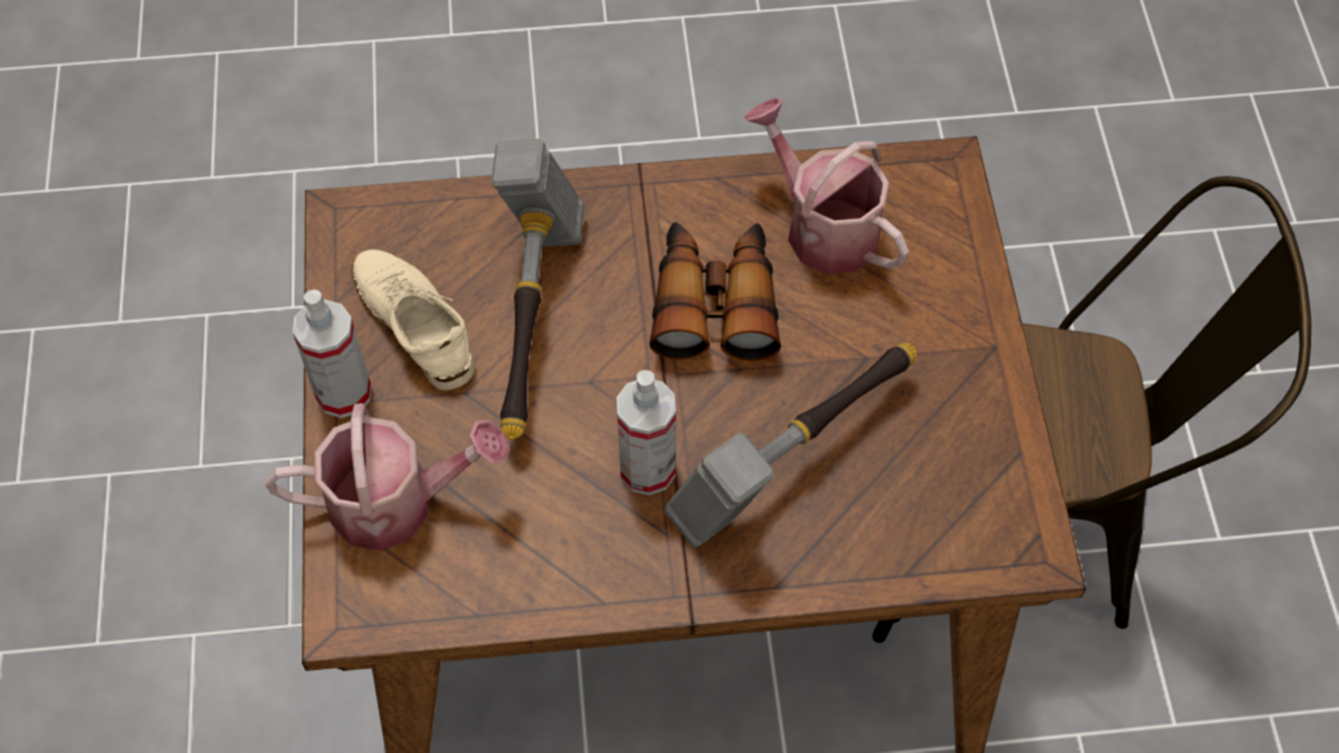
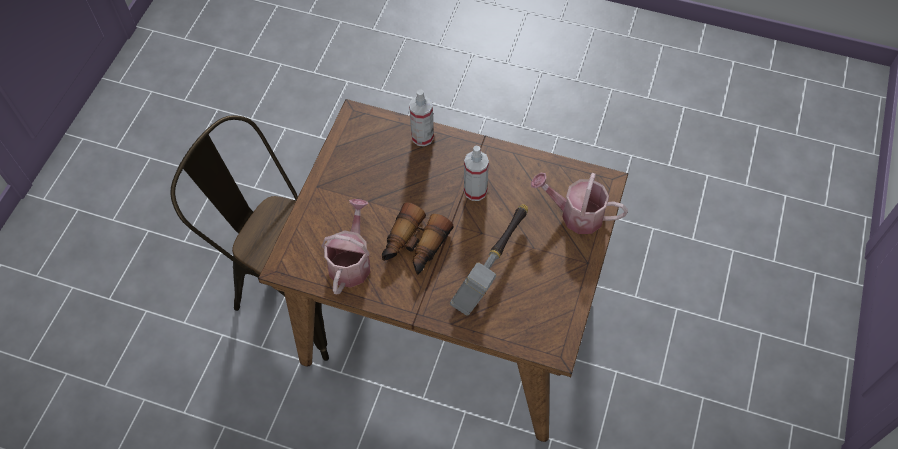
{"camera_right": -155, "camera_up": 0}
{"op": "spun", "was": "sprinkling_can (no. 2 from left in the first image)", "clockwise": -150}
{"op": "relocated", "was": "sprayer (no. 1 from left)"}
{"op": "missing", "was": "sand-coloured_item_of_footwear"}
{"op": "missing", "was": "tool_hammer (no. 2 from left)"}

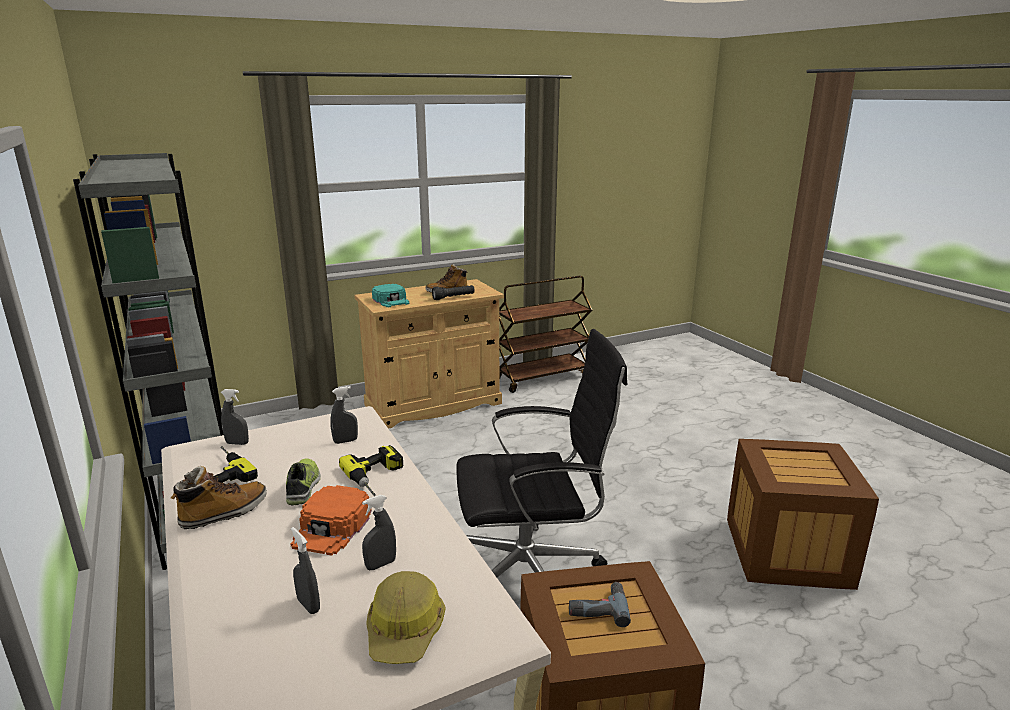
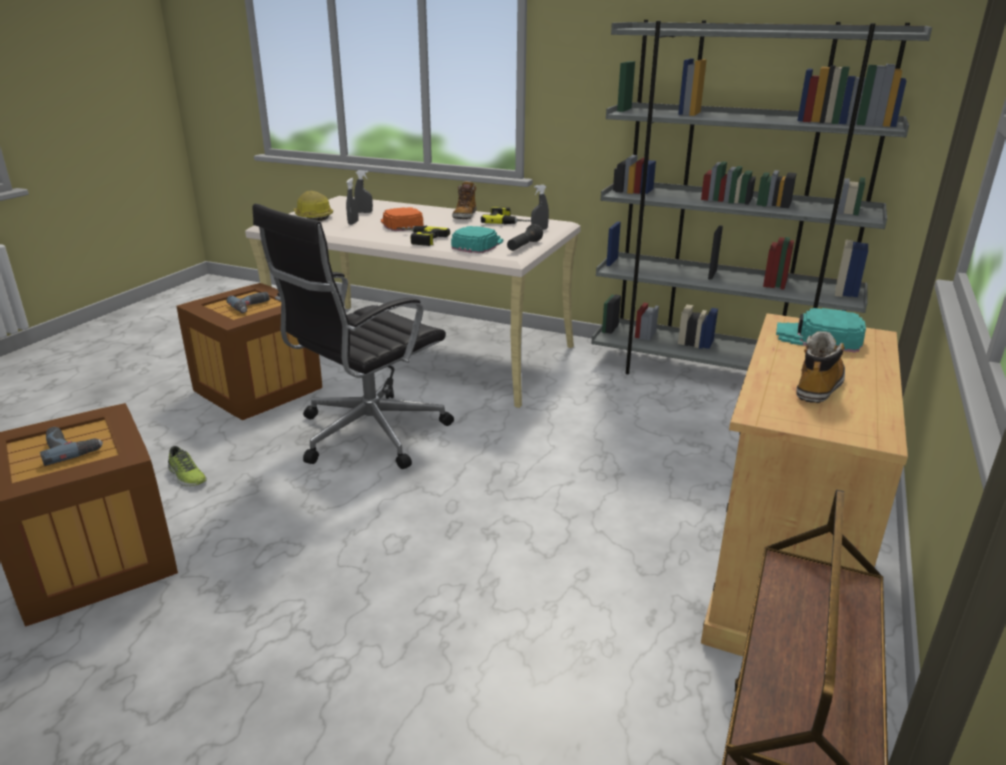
{"camera_right": 140, "camera_up": 5}
{"op": "appeared", "now": "electric_drill (no. 1 from left)"}
{"op": "relocated", "was": "item_of_footwear"}
{"op": "exchanged", "was": "gray_sprayer (no. 3 from left)", "now": "blue-green_peaked_cap (no. 1 from left)"}
{"op": "relocated", "was": "black-coloured_torch"}

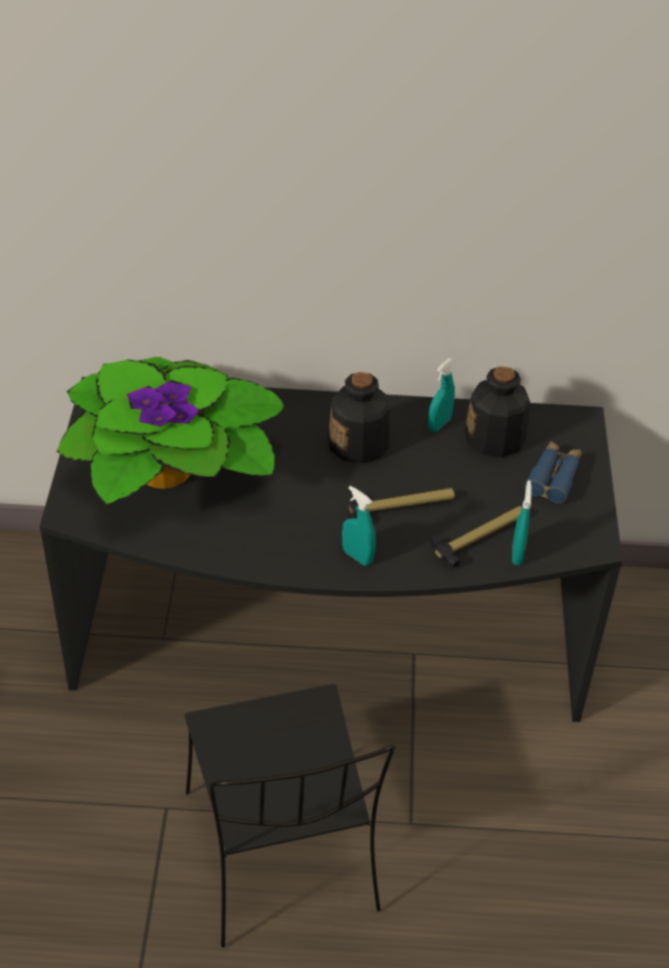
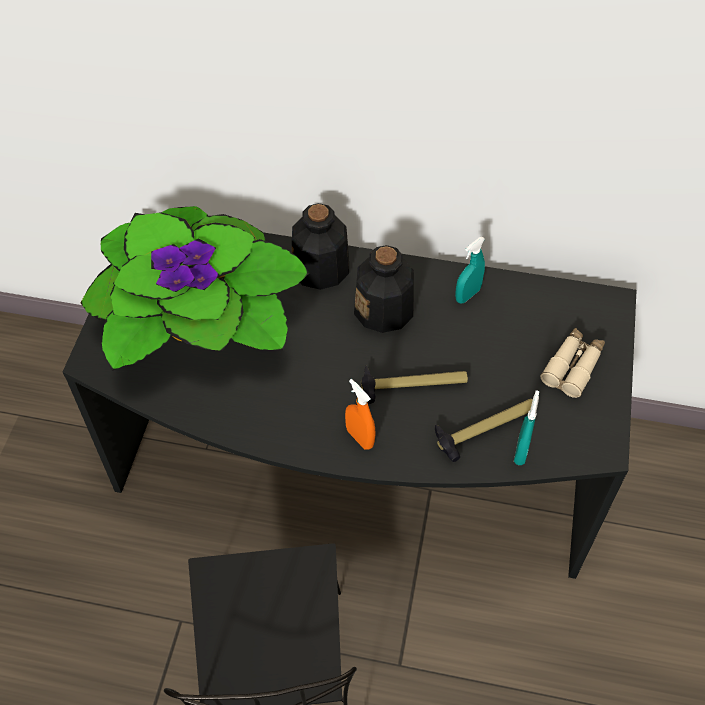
{"camera_right": 10, "camera_up": 10}
{"op": "relocated", "was": "drink_bottle (no. 2 from left in the first image)", "now": "drink_bottle (no. 1 from left)"}
{"op": "colour", "was": "blue-green_sprayer (no. 1 from left)", "now": "orange_sprayer"}
{"op": "colour", "was": "bluish_binoculars", "now": "sand-coloured_binoculars"}

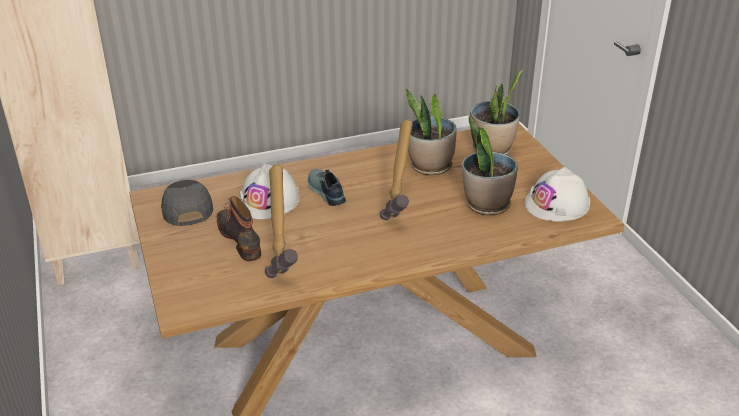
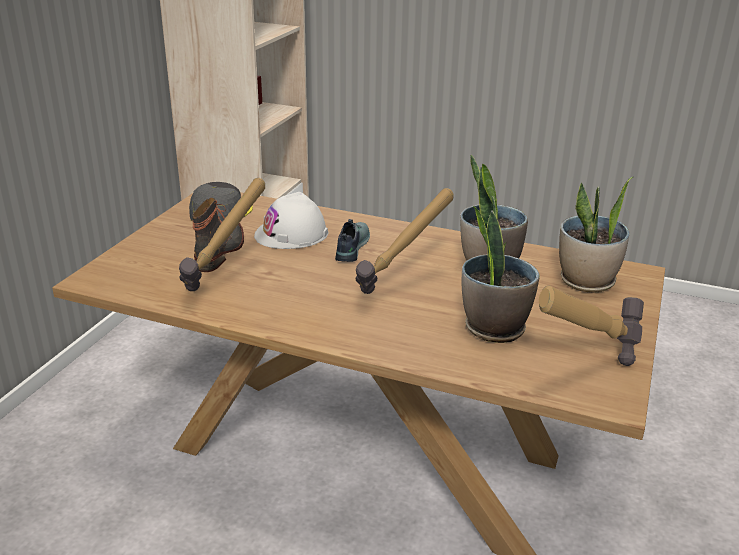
{"camera_right": 40, "camera_up": -5}
{"op": "exchanged", "was": "white-coloured_safety_helmet (no. 2 from left)", "now": "tool_hammer (no. 3 from left)"}

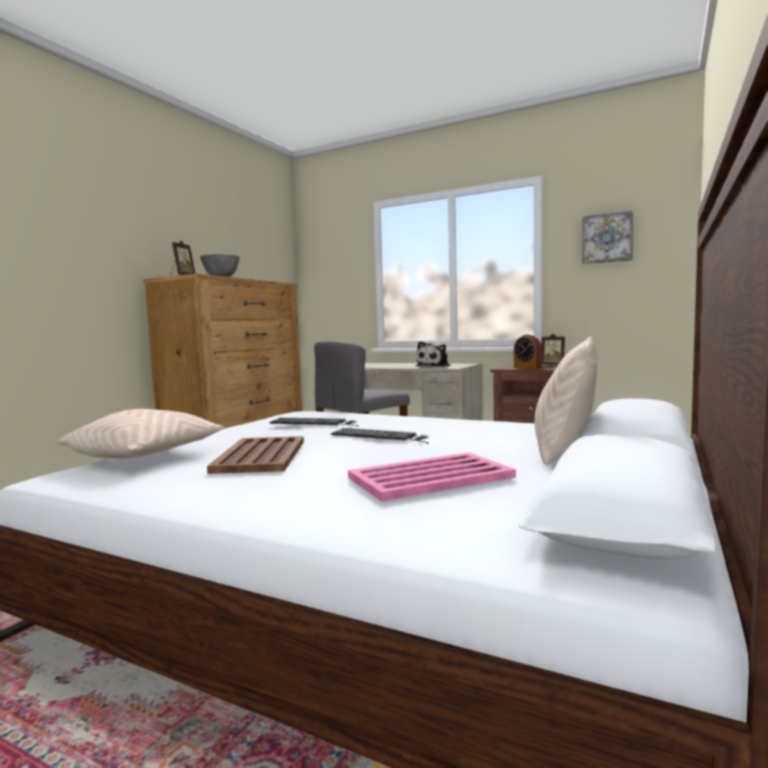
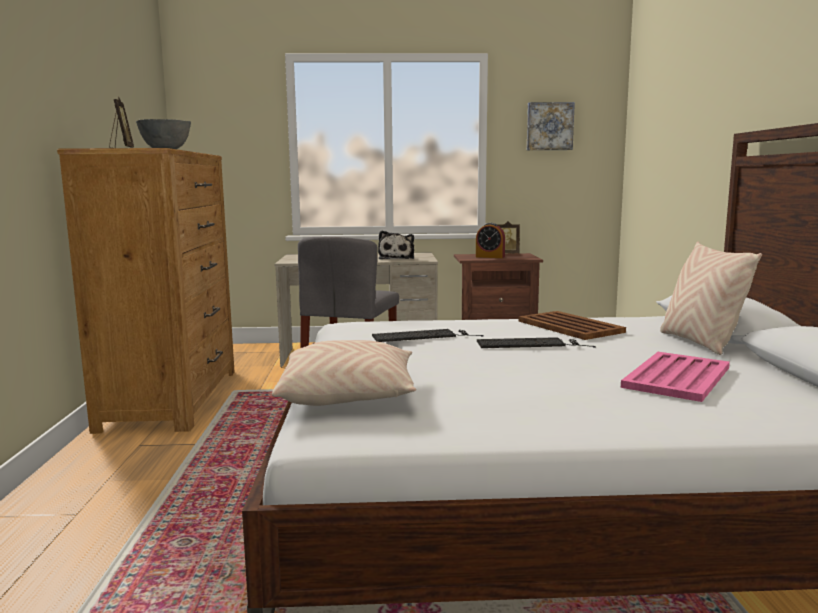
{"camera_right": -30, "camera_up": 5}
{"op": "relocated", "was": "brown-coloured_carrying_tray"}

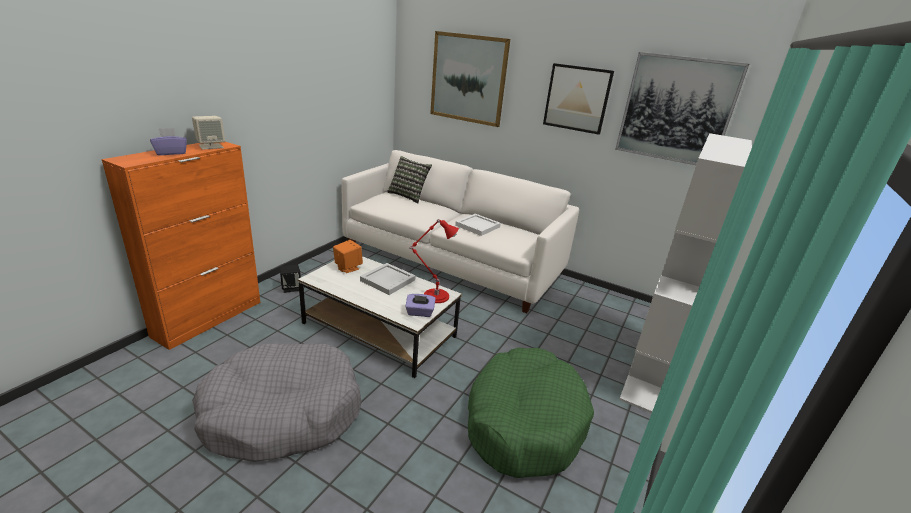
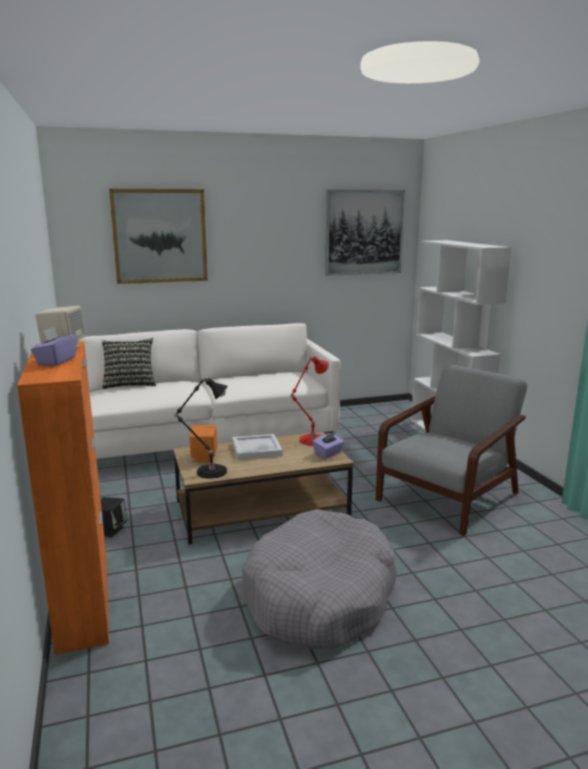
{"camera_right": -45, "camera_up": -10}
{"op": "appeared", "now": "black-coloured_tabletop_lamp"}
{"op": "colour", "was": "white-coloured_low_table", "now": "brown-coloured_low_table"}
{"op": "exchanged", "was": "green_dog_cushion", "now": "gray_armchair"}
{"op": "missing", "was": "white-coloured_carrying_tray (no. 2 from left)"}
{"op": "missing", "was": "wall_picture (no. 2 from left)"}

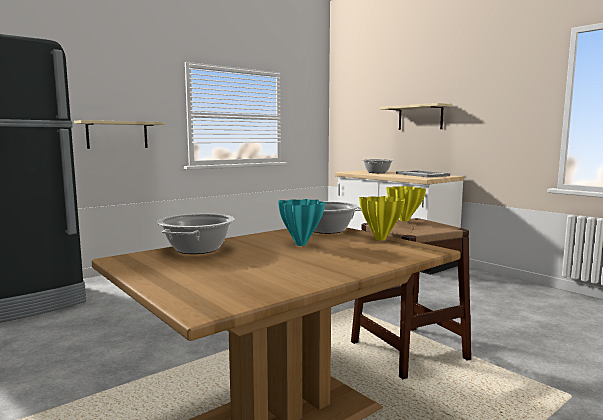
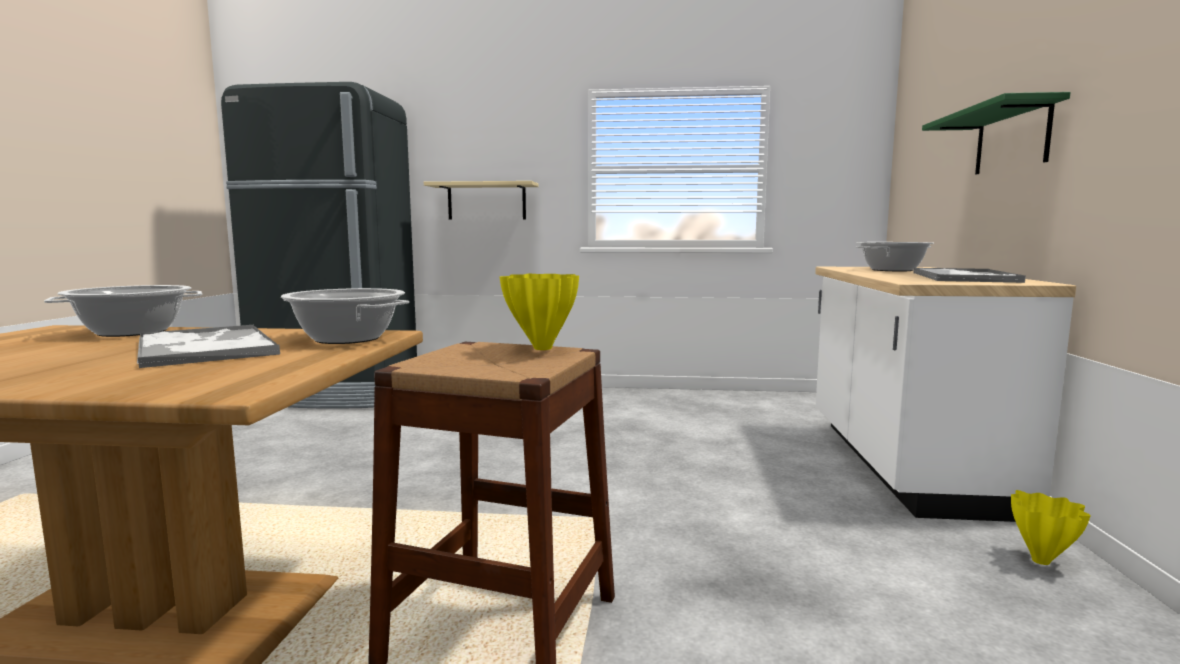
{"camera_right": 45, "camera_up": 0}
{"op": "exchanged", "was": "blue-green_decorative_vase", "now": "carrying_tray (no. 1 from left)"}
{"op": "colour", "was": "sand-coloured_shelf (no. 2 from left)", "now": "green_shelf"}
{"op": "relocated", "was": "yellow_decorative_vase (no. 1 from left in the first image)", "now": "yellow_decorative_vase (no. 2 from left)"}

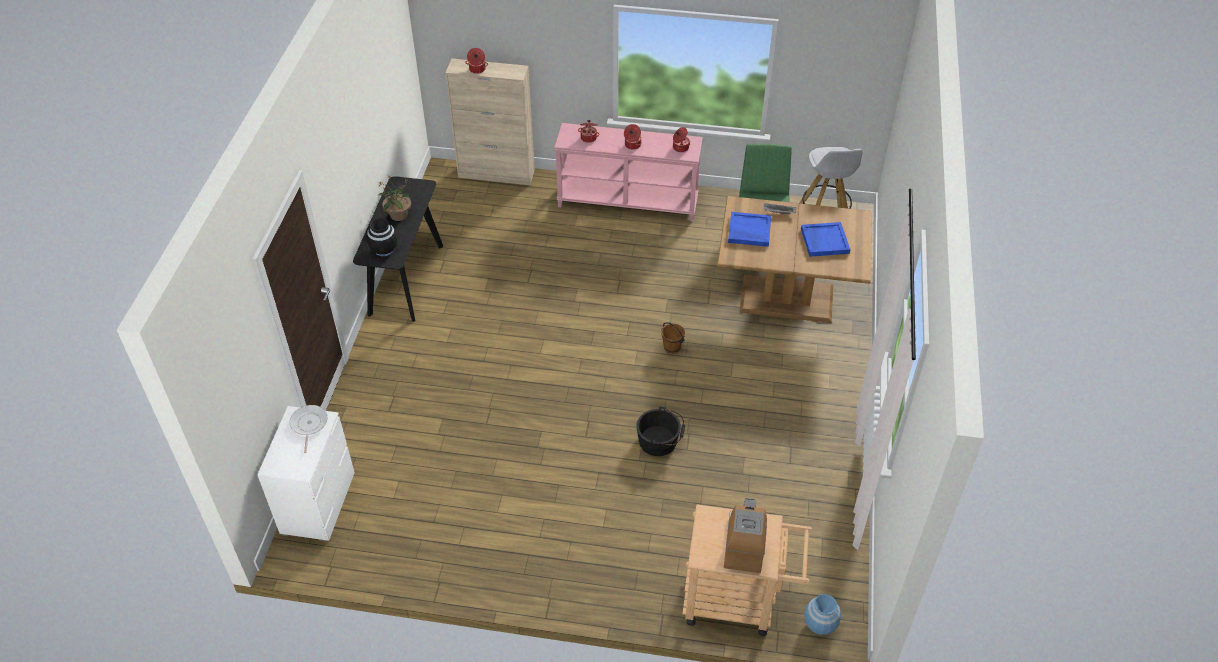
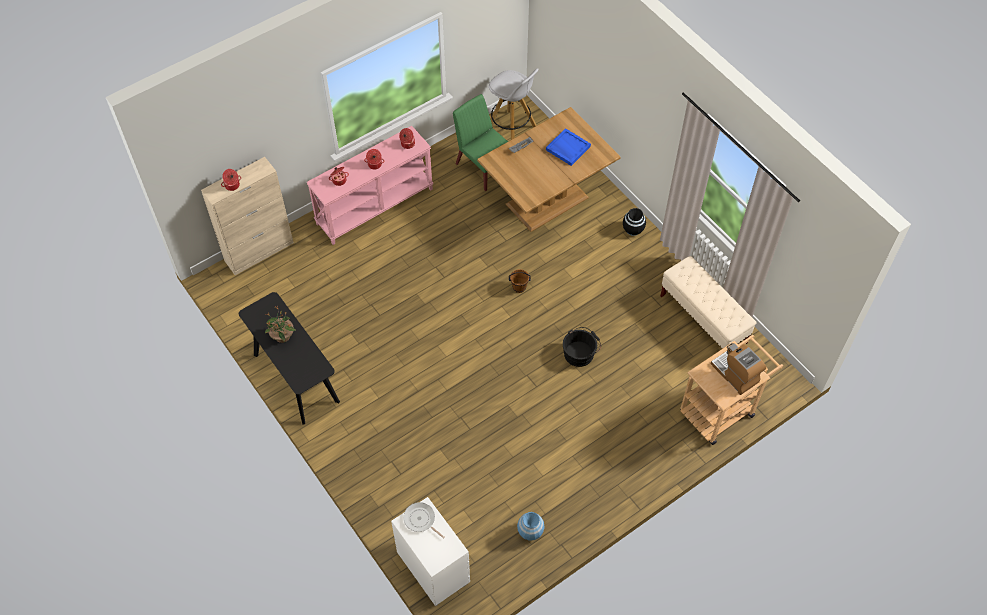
{"camera_right": -45, "camera_up": 10}
{"op": "relocated", "was": "bluish_decorative_vase"}
{"op": "relocated", "was": "black-coloured_decorative_vase"}
{"op": "appeared", "now": "sand-coloured_indoor_bench"}
{"op": "missing", "was": "bluish_carrying_tray (no. 1 from left)"}

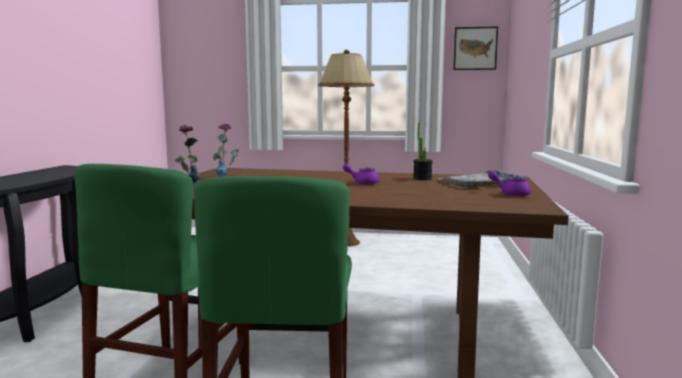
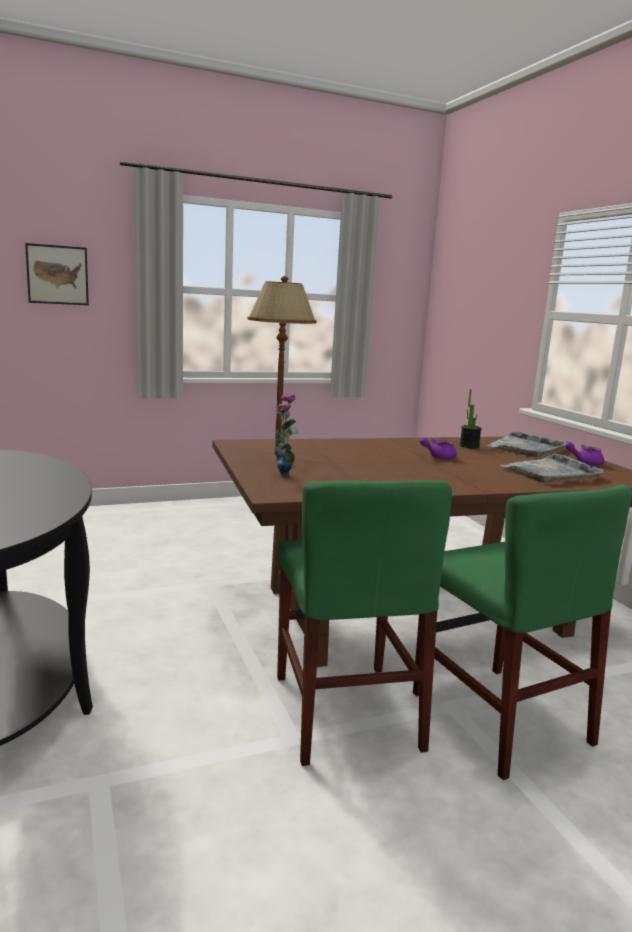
{"camera_right": -30, "camera_up": 5}
{"op": "relocated", "was": "wall_picture"}
{"op": "appeared", "now": "gray_carrying_tray (no. 2 from left)"}

